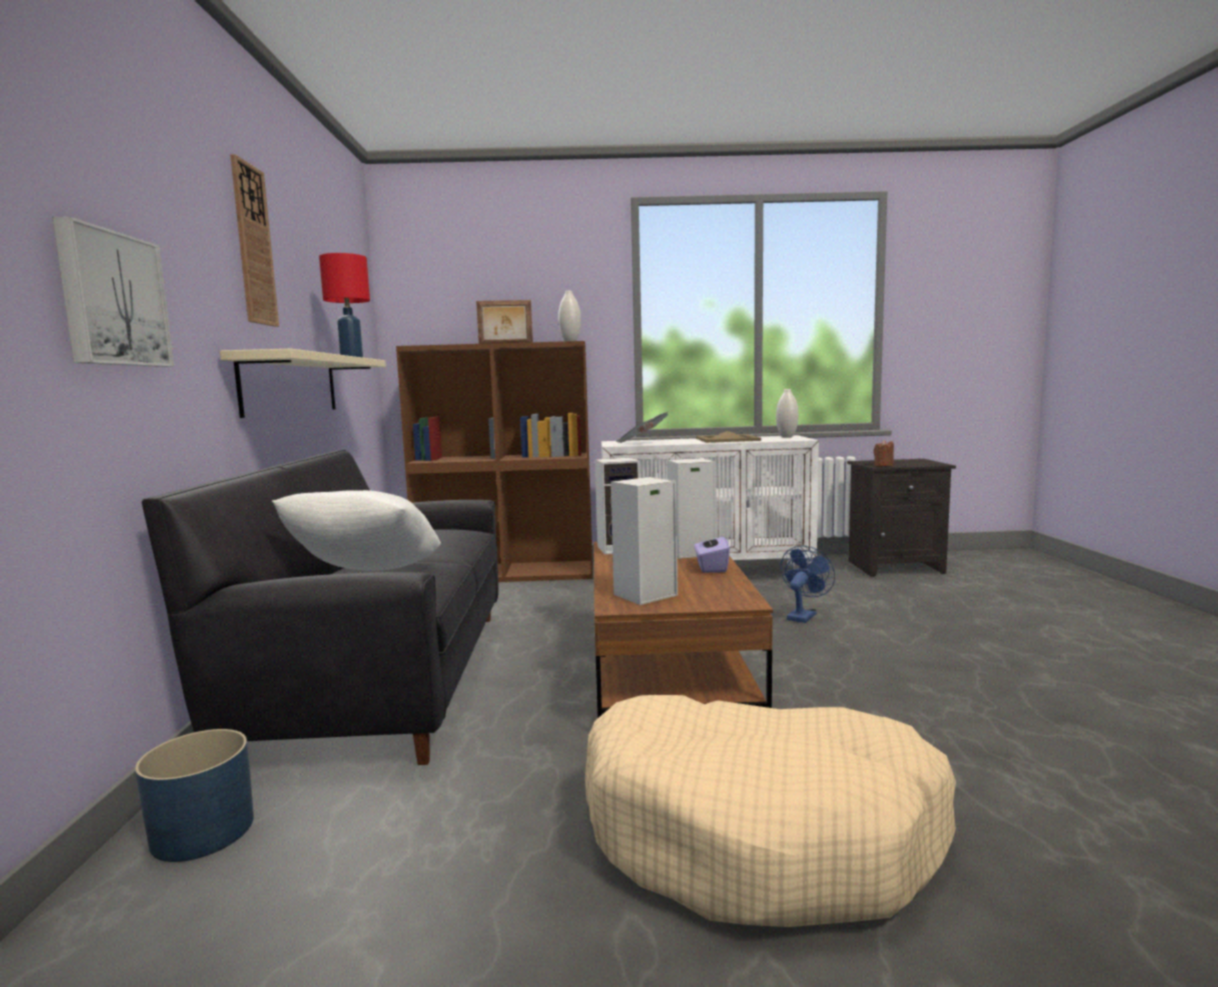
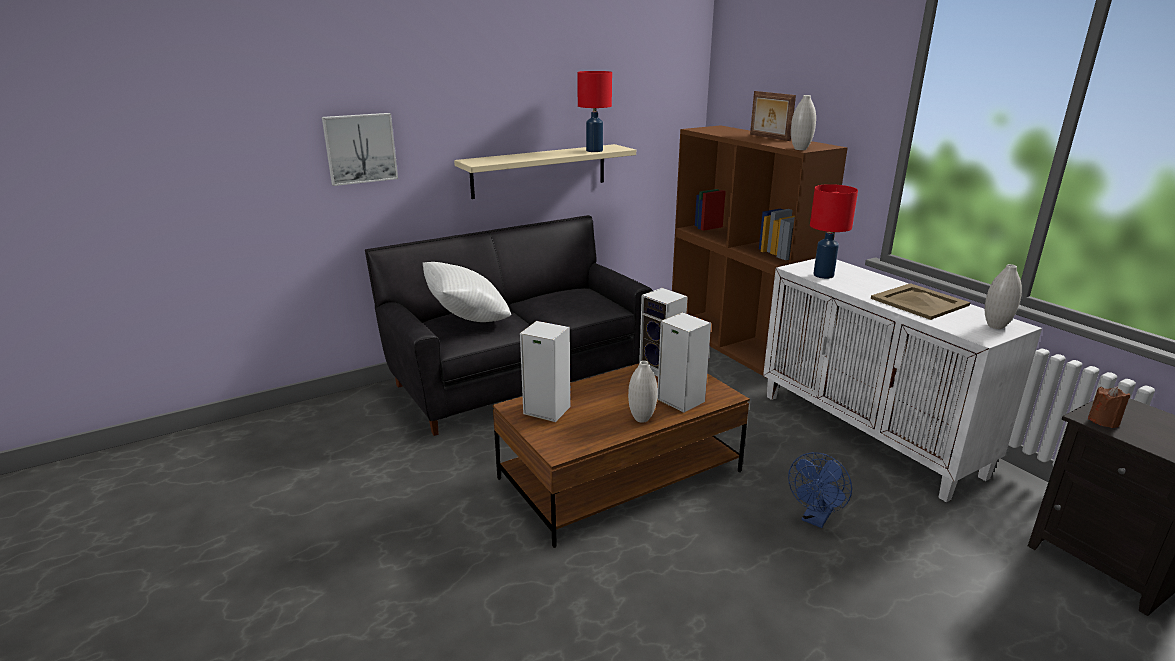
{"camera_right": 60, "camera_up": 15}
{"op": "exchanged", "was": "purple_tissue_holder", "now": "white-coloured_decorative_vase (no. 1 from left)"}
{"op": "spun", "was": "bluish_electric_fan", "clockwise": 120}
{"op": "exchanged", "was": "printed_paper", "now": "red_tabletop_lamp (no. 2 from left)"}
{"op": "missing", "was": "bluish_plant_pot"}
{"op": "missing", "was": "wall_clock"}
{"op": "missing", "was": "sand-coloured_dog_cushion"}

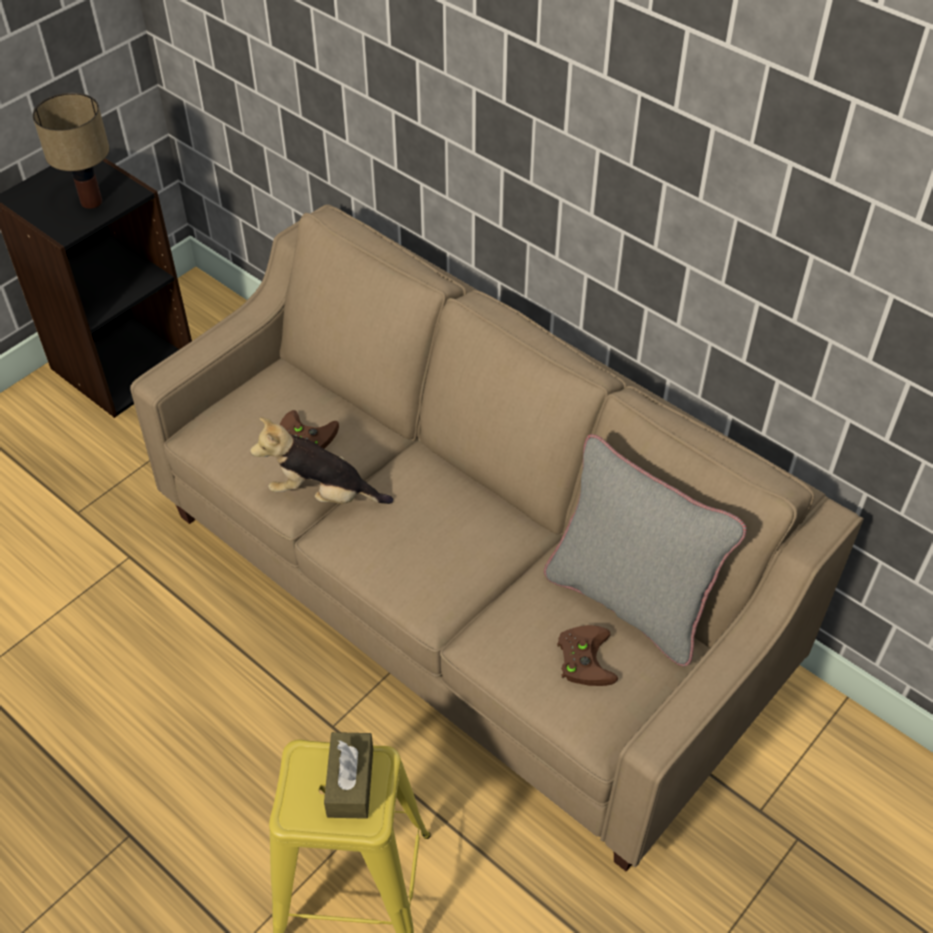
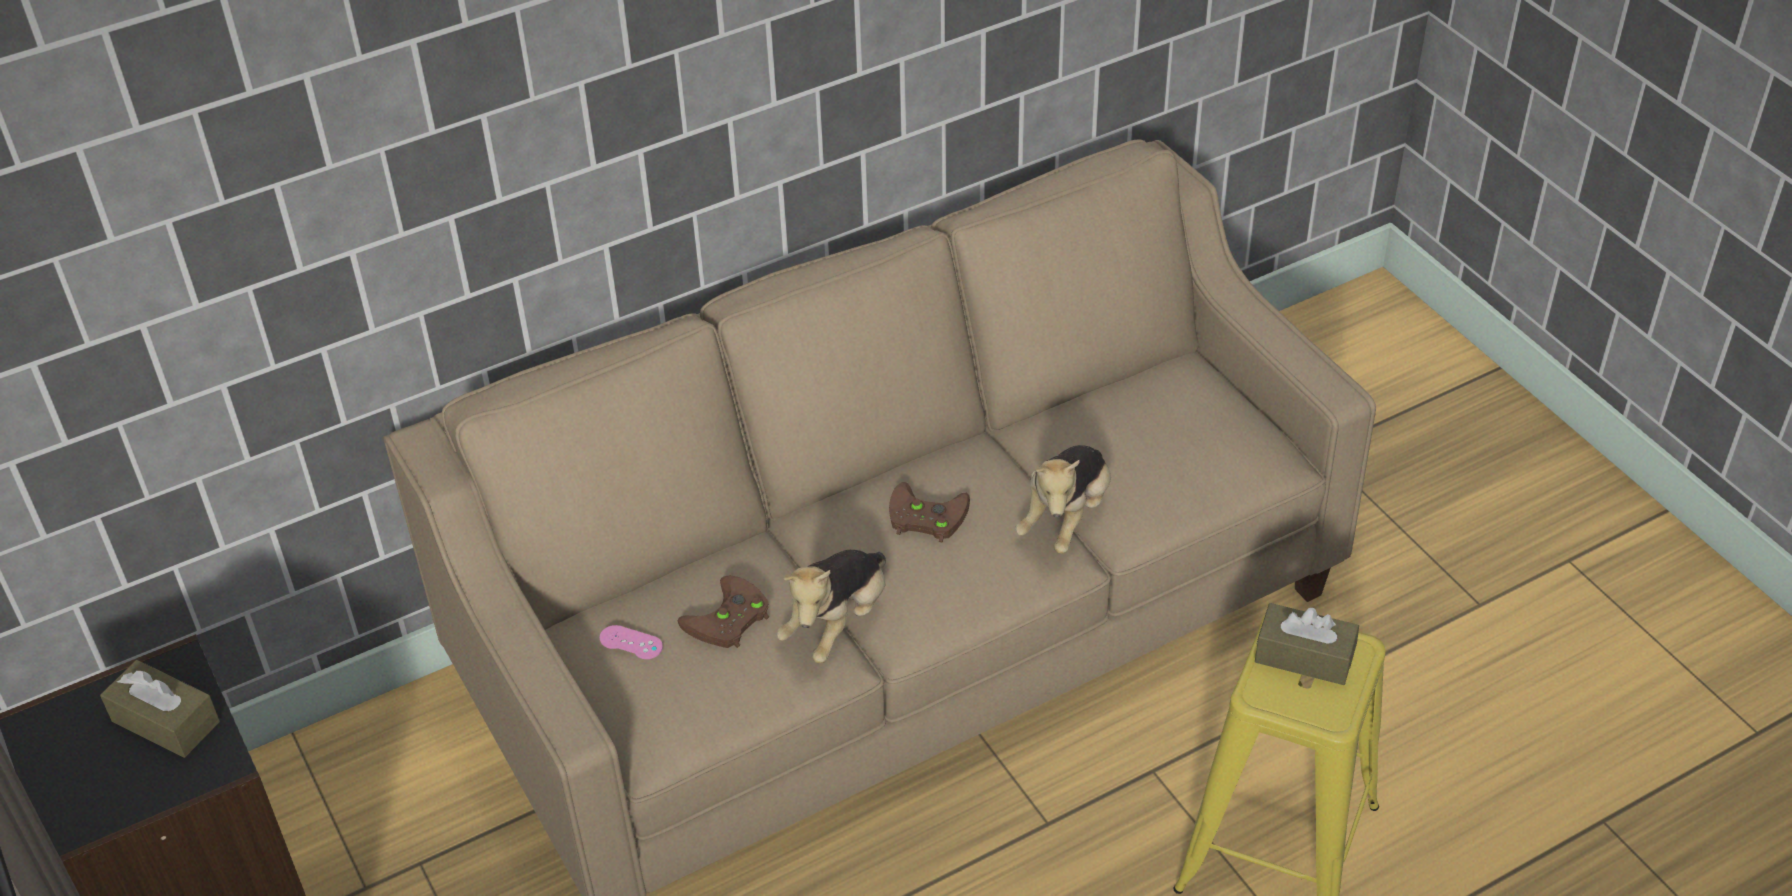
{"camera_right": -70, "camera_up": -5}
{"op": "exchanged", "was": "tabletop_lamp", "now": "brown-coloured_tissue_holder (no. 1 from left)"}
{"op": "appeared", "now": "pink-coloured_joypad"}
{"op": "relocated", "was": "brown-coloured_joypad (no. 2 from left)"}
{"op": "appeared", "now": "soft_toy (no. 2 from left)"}
{"op": "missing", "was": "gray_cushion"}

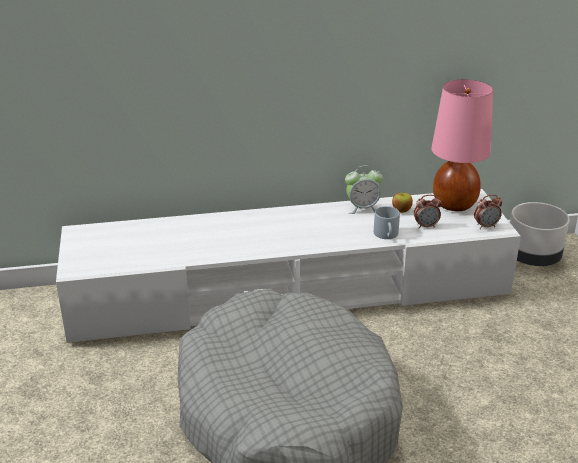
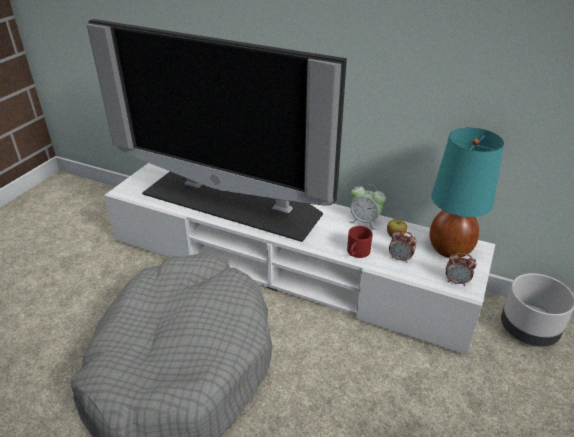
{"camera_right": 35, "camera_up": 5}
{"op": "appeared", "now": "TV_set"}
{"op": "colour", "was": "gray_tea_mug", "now": "red_tea_mug"}
{"op": "colour", "was": "pink-coloured_tabletop_lamp", "now": "blue-green_tabletop_lamp"}

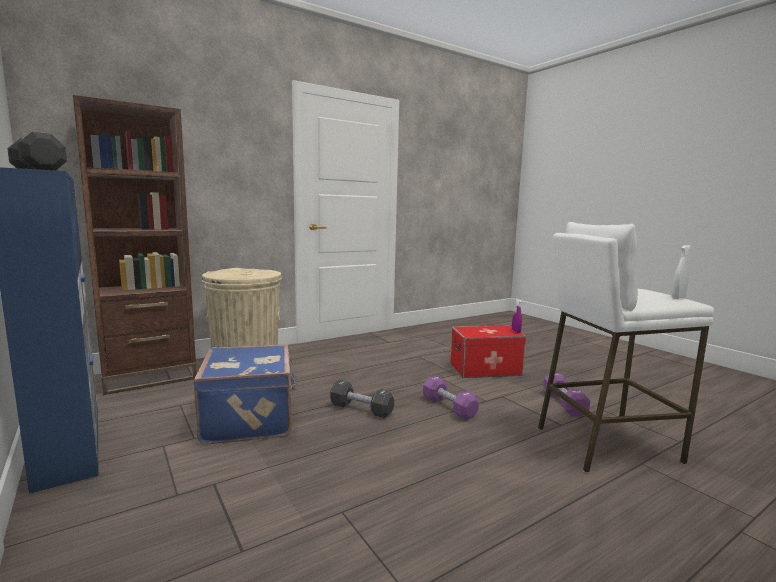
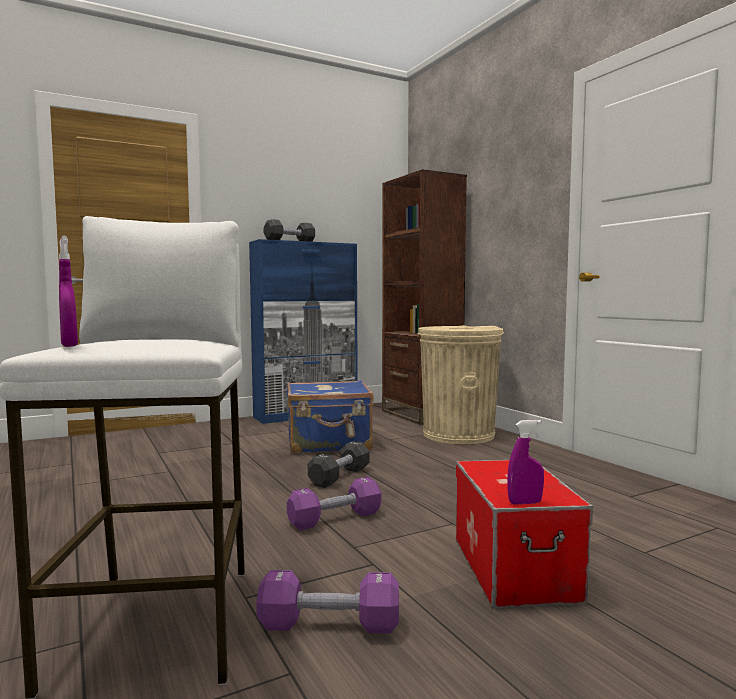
{"camera_right": 95, "camera_up": -5}
{"op": "colour", "was": "white-coloured_sprayer", "now": "purple_sprayer (no. 1 from left)"}

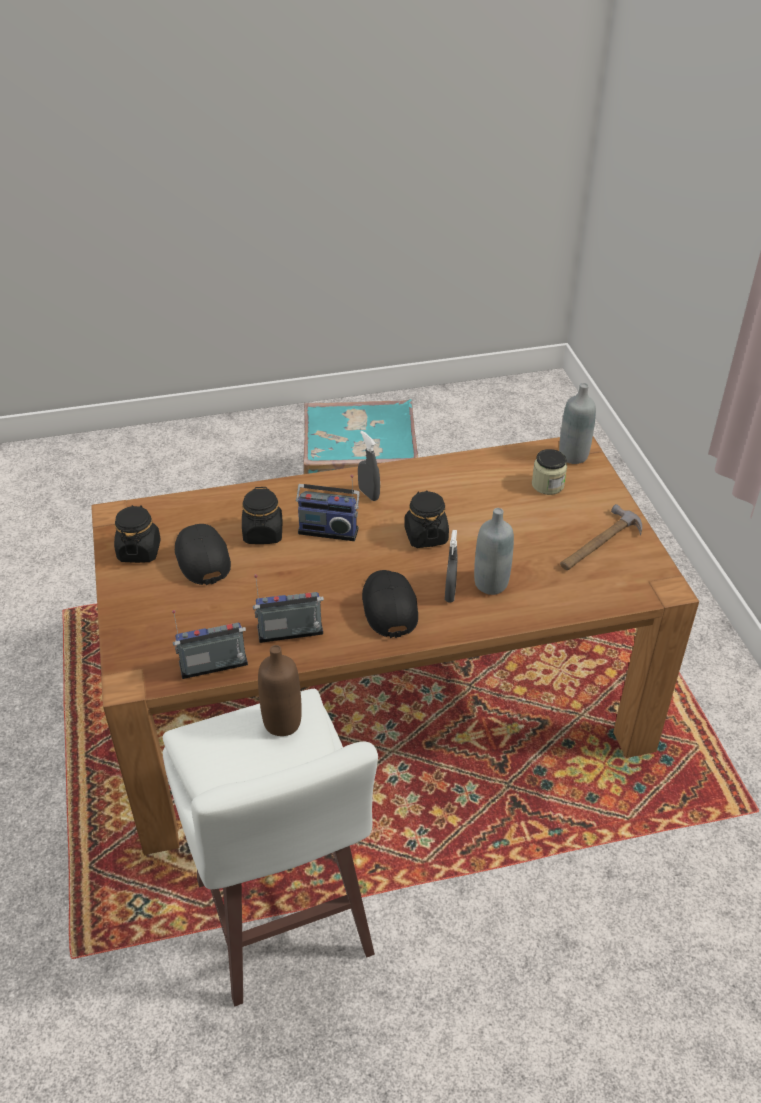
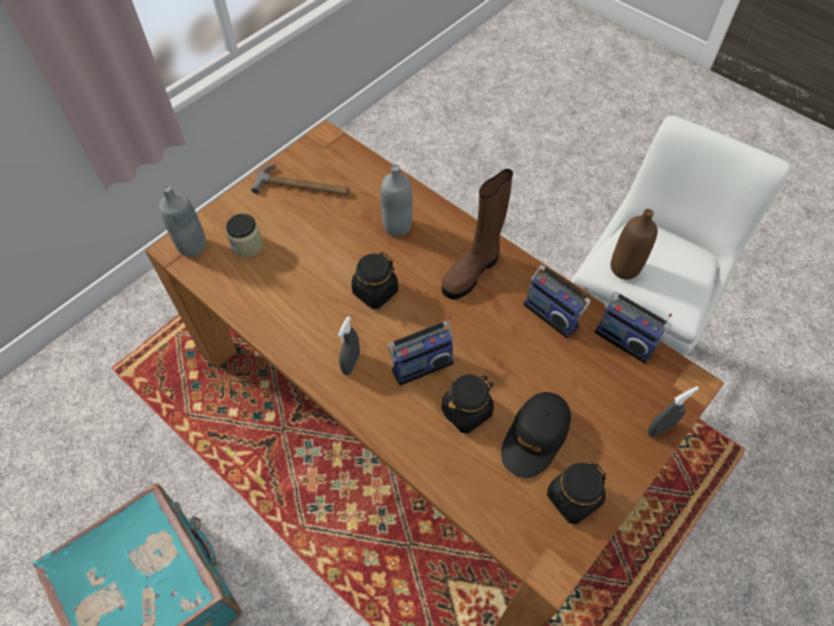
{"camera_right": -125, "camera_up": 15}
{"op": "spun", "was": "radio_receiver (no. 3 from left in the first image)", "clockwise": 90}
{"op": "exchanged", "was": "black-coloured_peaked_cap (no. 2 from left)", "now": "brown-coloured_high-top_boot"}
{"op": "relocated", "was": "gray_sprayer (no. 2 from left)"}

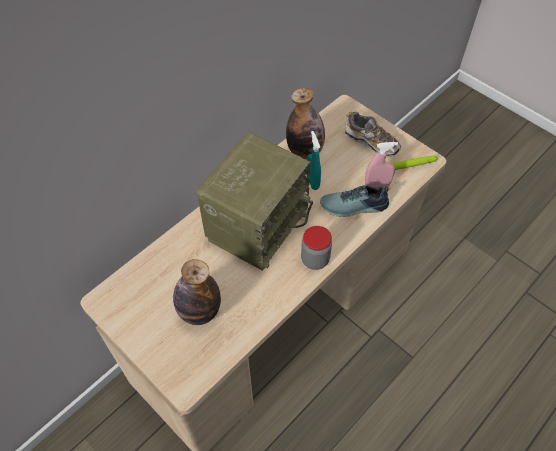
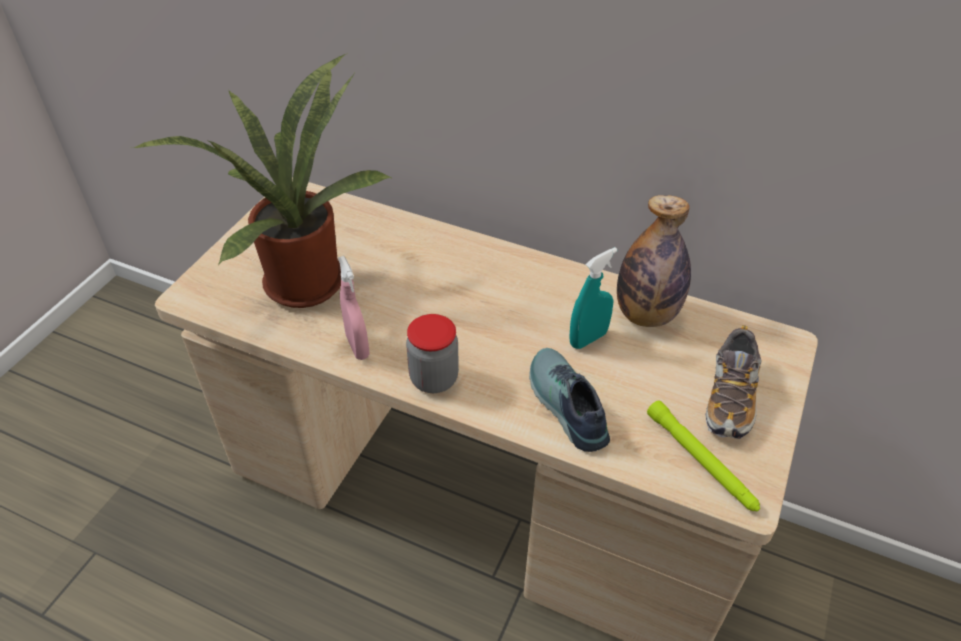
{"camera_right": 70, "camera_up": -10}
{"op": "exchanged", "was": "drink_bottle (no. 1 from left)", "now": "potted_plant"}
{"op": "relocated", "was": "pink-coloured_sprayer"}
{"op": "missing", "was": "radio_receiver"}

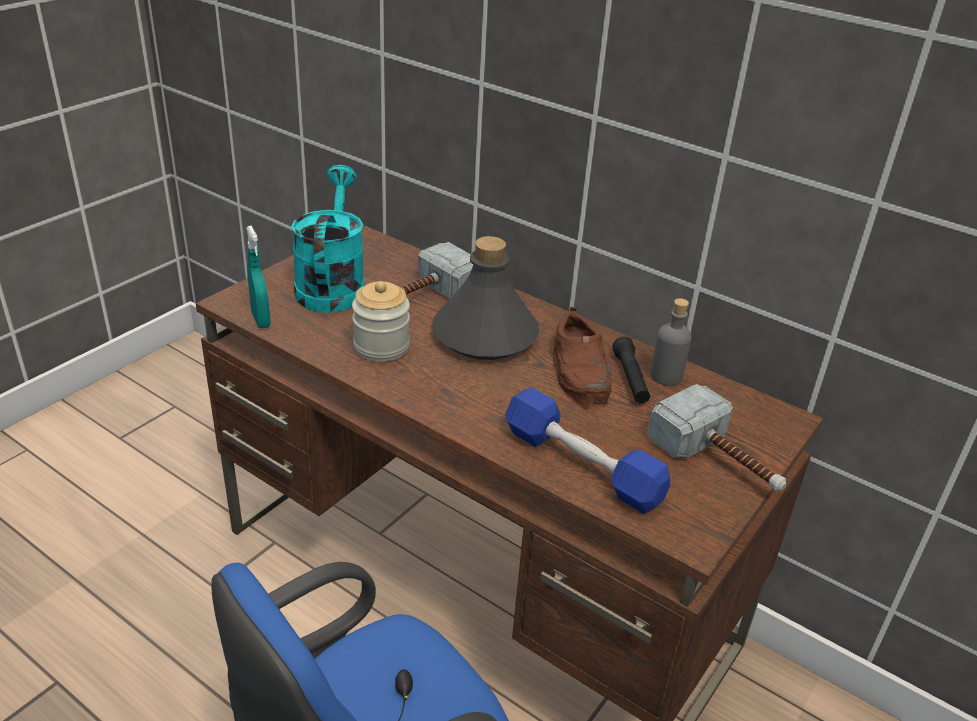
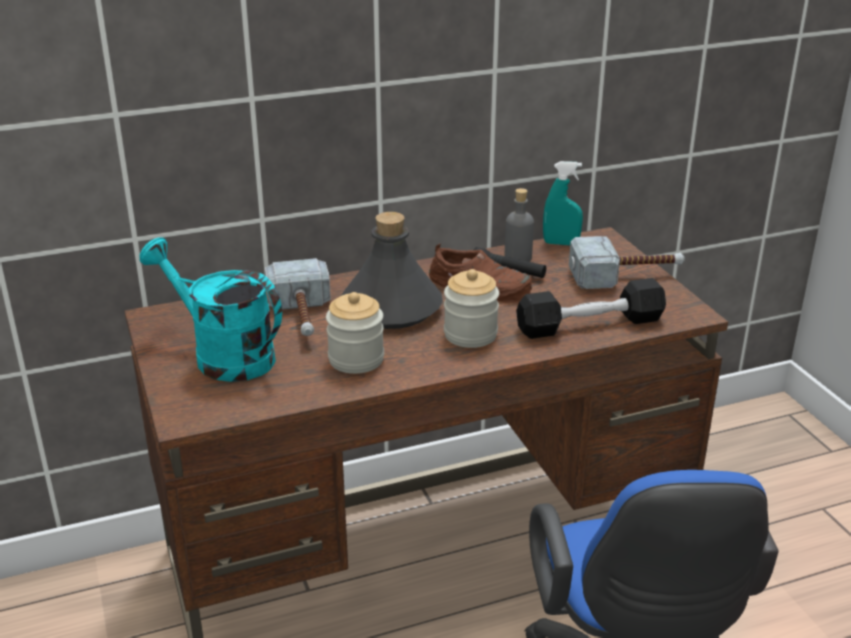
{"camera_right": -55, "camera_up": -5}
{"op": "appeared", "now": "storage_jar (no. 2 from left)"}
{"op": "colour", "was": "bluish_dumbbell", "now": "black-coloured_dumbbell"}
{"op": "relocated", "was": "blue-green_sprayer"}

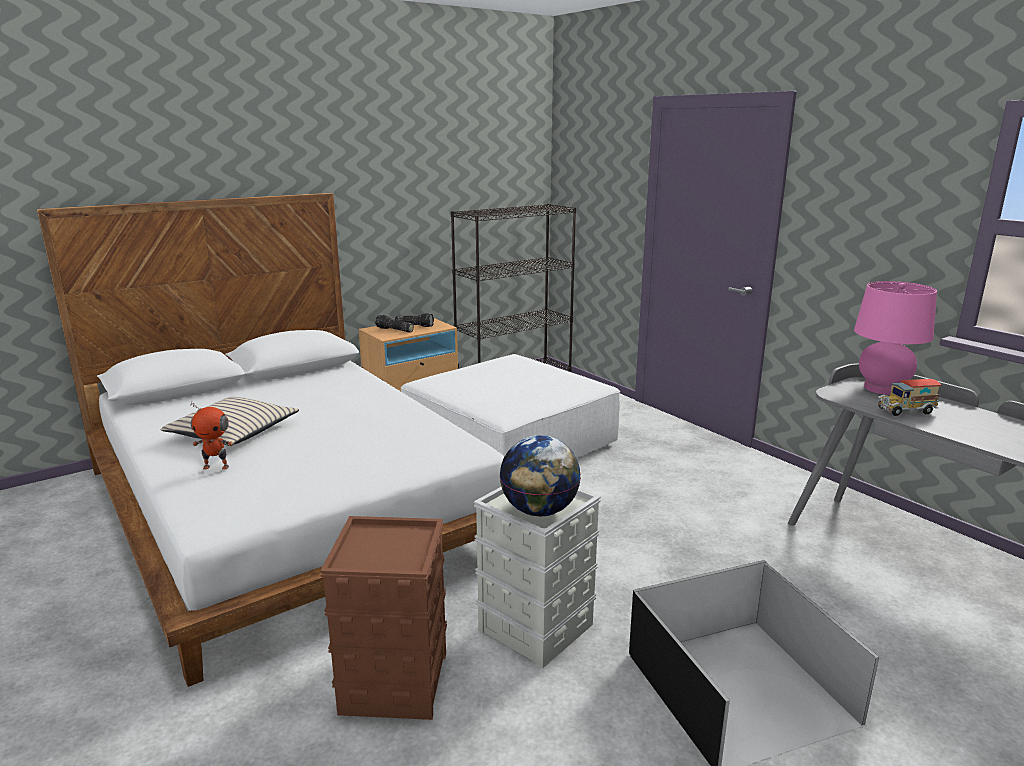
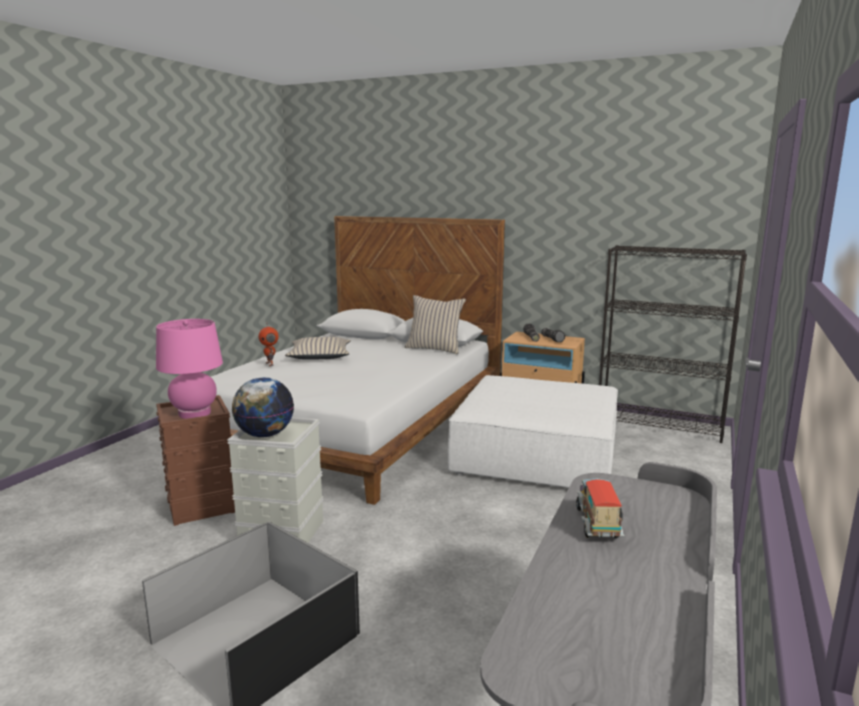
{"camera_right": 60, "camera_up": -5}
{"op": "relocated", "was": "pink-coloured_tabletop_lamp"}
{"op": "appeared", "now": "sand-coloured_cushion (no. 2 from left)"}
{"op": "spun", "was": "toy_truck", "clockwise": 45}

